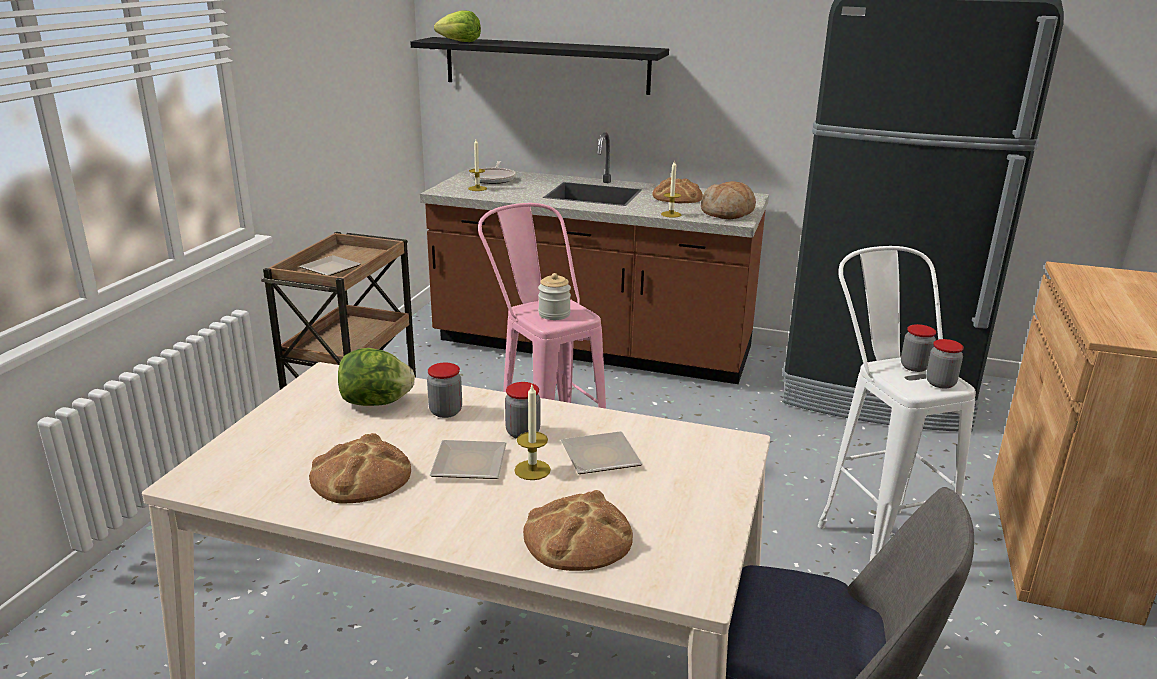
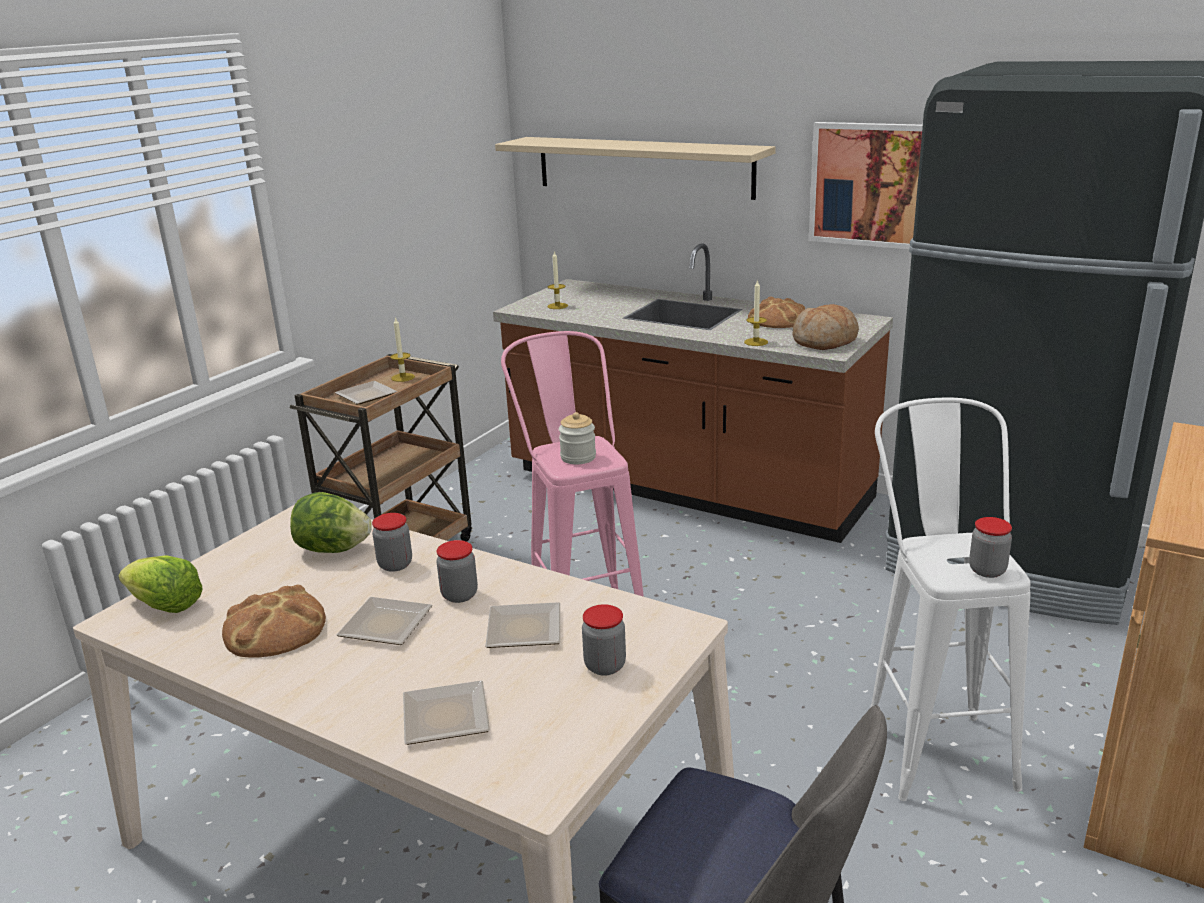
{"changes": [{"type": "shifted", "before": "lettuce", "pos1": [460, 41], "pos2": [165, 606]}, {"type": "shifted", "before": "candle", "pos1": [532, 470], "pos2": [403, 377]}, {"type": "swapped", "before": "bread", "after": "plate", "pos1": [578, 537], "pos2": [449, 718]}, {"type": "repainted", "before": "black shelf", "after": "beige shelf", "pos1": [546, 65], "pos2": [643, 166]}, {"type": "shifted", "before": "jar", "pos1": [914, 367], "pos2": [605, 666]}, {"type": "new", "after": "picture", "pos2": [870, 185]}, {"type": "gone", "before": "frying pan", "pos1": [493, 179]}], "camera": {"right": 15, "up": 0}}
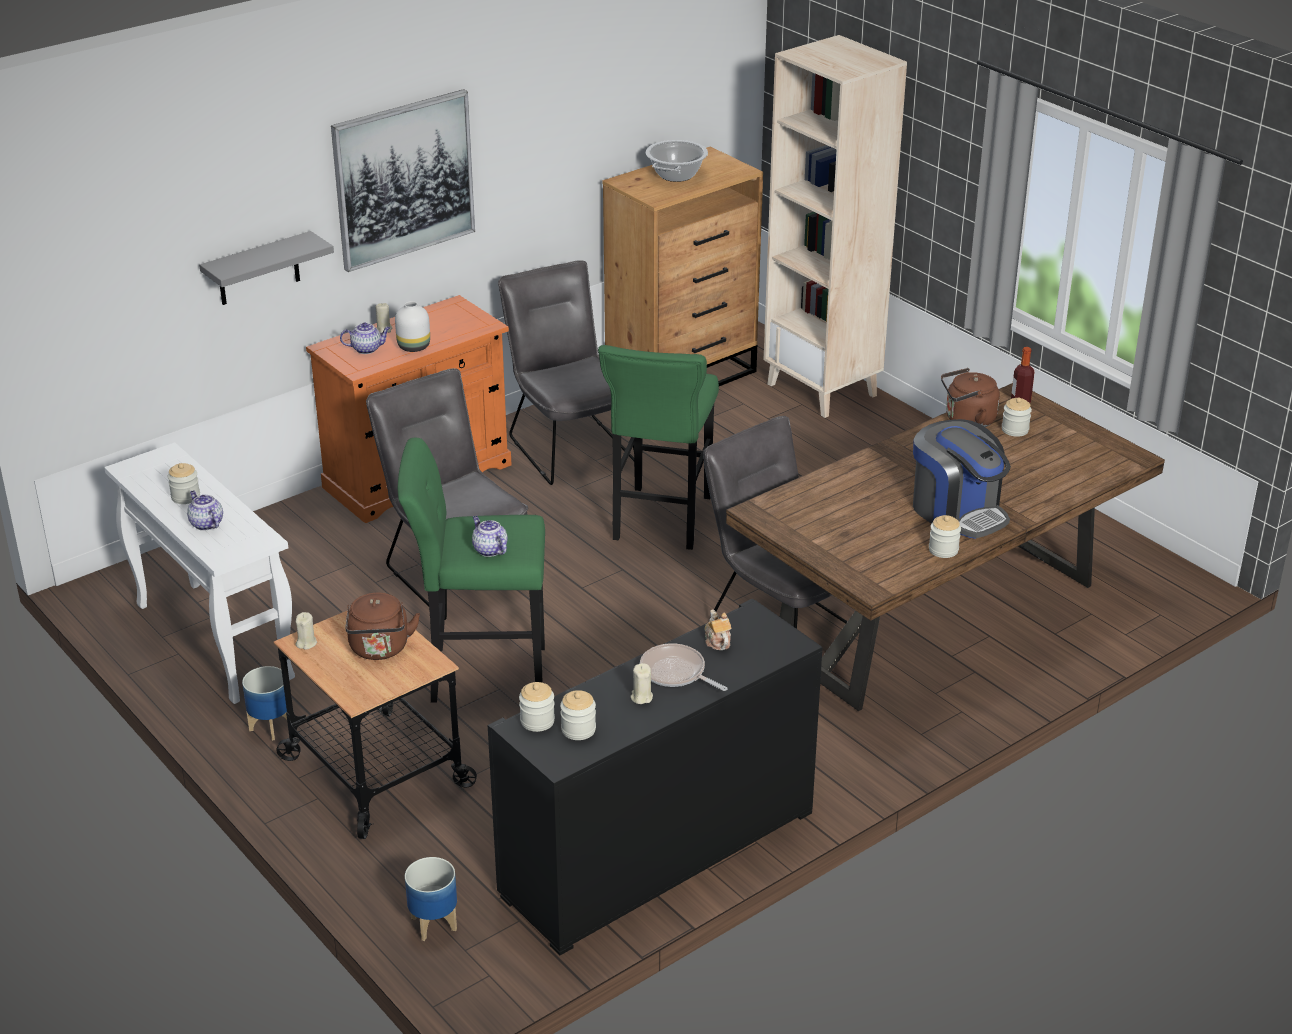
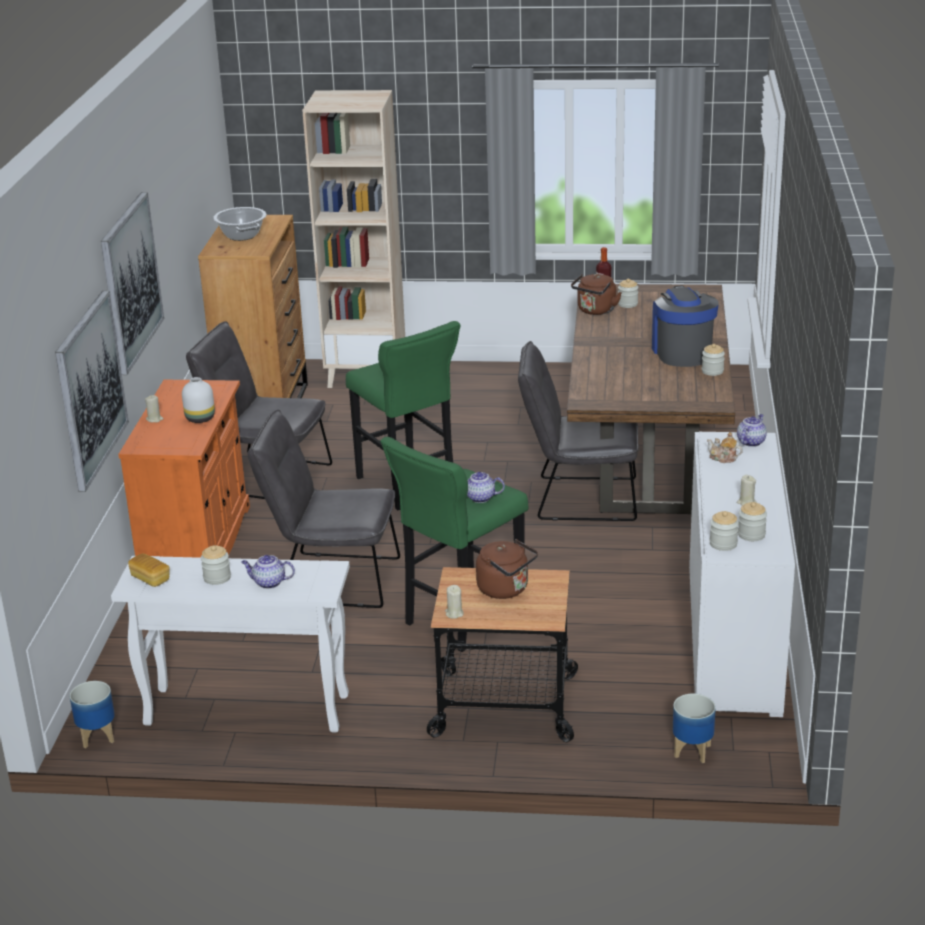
{"changes": [{"type": "swapped", "before": "grey shelf", "after": "picture", "pos1": [258, 269], "pos2": [90, 389]}, {"type": "shifted", "before": "planter", "pos1": [270, 727], "pos2": [97, 737]}, {"type": "new", "after": "bread", "pos2": [150, 578]}, {"type": "rotated", "before": "coffee machine", "pos1": [957, 512], "pos2": [682, 352], "turn": -105}, {"type": "repainted", "before": "black cabinet", "after": "white cabinet", "pos1": [658, 853], "pos2": [733, 638]}, {"type": "shifted", "before": "teapot", "pos1": [367, 349], "pos2": [751, 442]}, {"type": "gone", "before": "frying pan", "pos1": [675, 673]}], "camera": {"right": -45, "up": -5}}
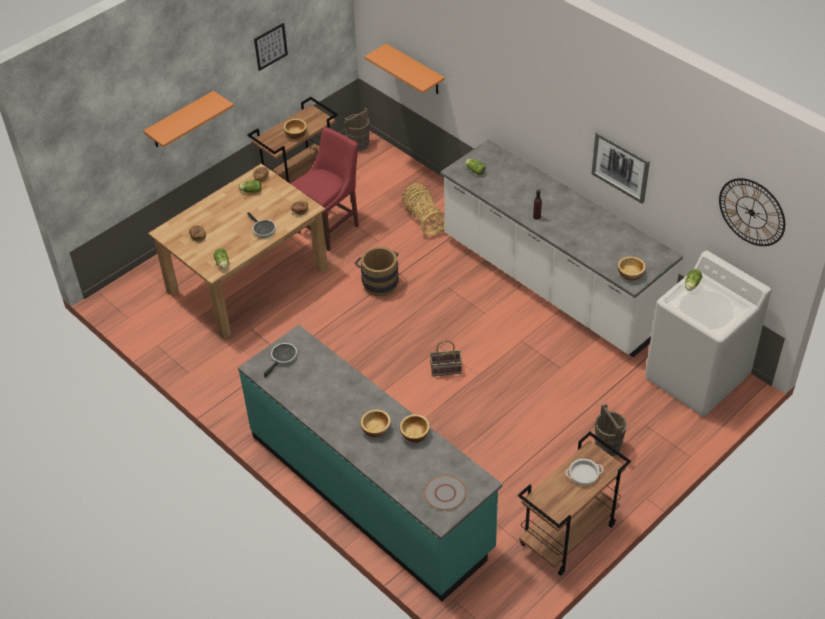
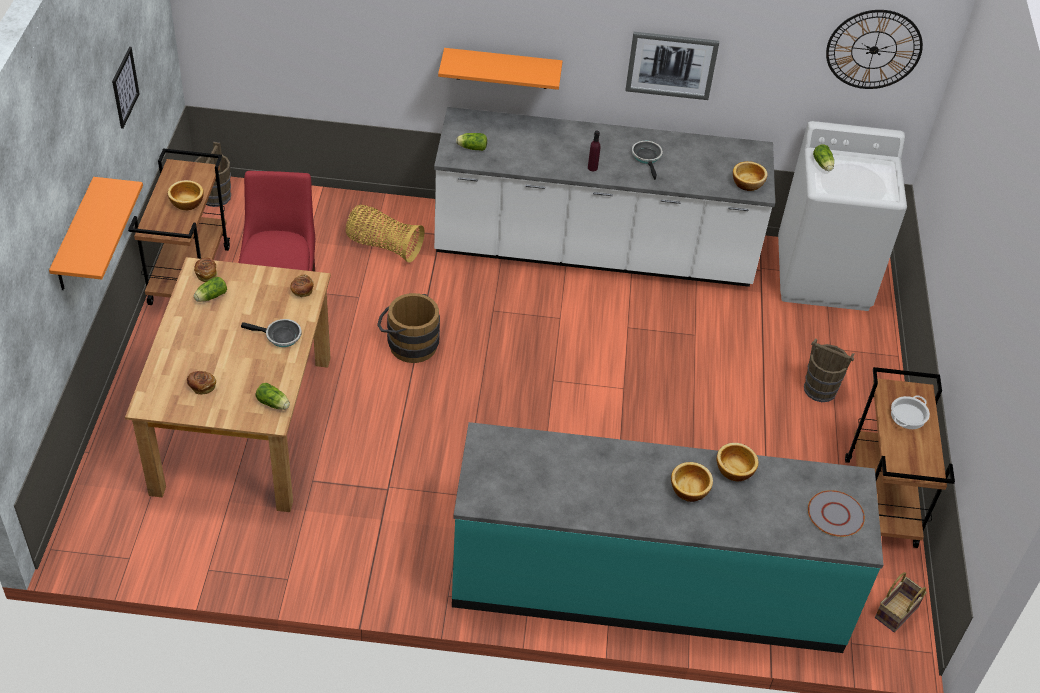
{"changes": [{"type": "shifted", "before": "orange shelf", "pos1": [415, 70], "pos2": [502, 68]}, {"type": "shifted", "before": "frying pan", "pos1": [283, 358], "pos2": [647, 158]}, {"type": "shifted", "before": "basket", "pos1": [445, 369], "pos2": [897, 613]}], "camera": {"right": -45, "up": 0}}
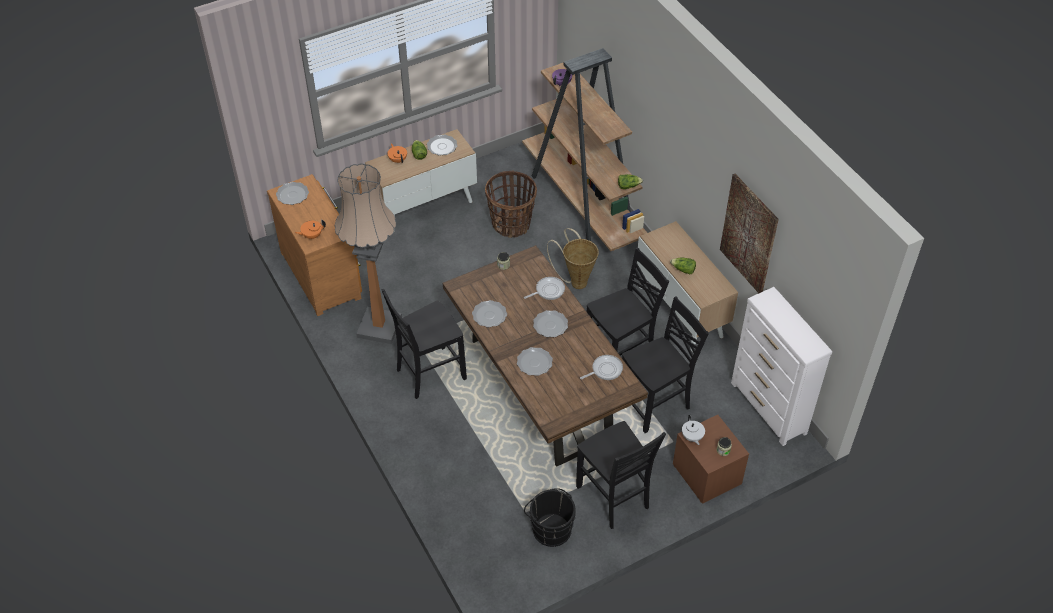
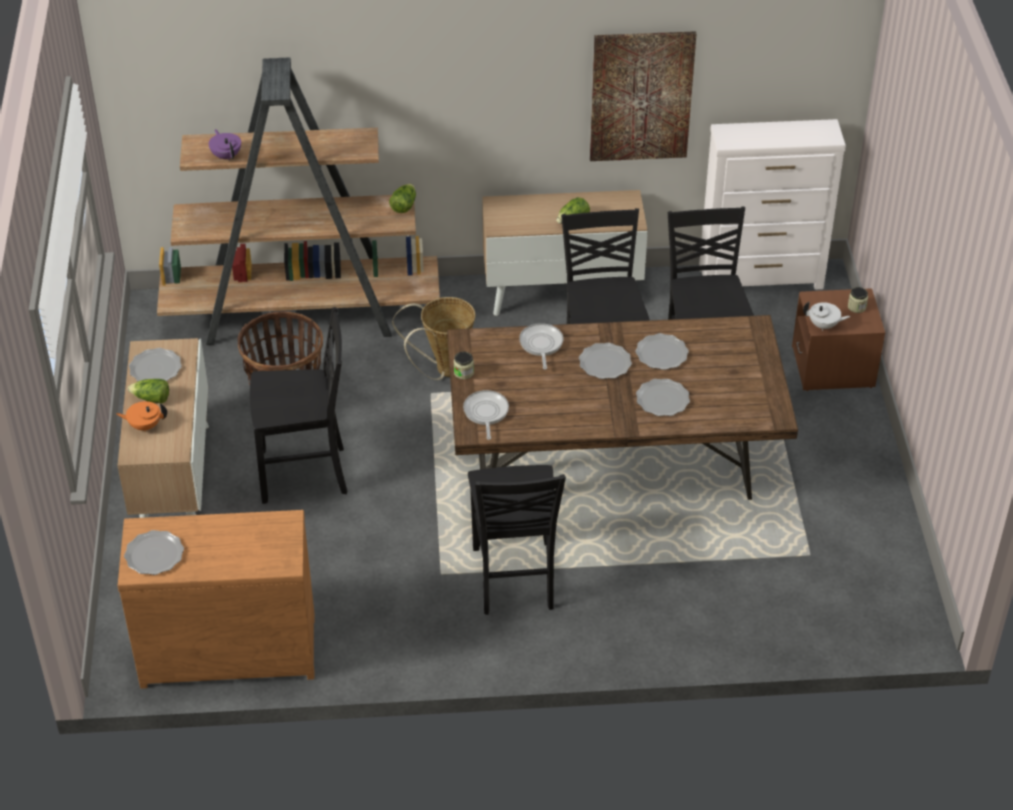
{"changes": [{"type": "shifted", "before": "black chair", "pos1": [614, 498], "pos2": [305, 474]}, {"type": "shifted", "before": "frying pan", "pos1": [605, 370], "pos2": [486, 413]}, {"type": "shifted", "before": "plate", "pos1": [489, 315], "pos2": [661, 354]}, {"type": "gone", "before": "orange teapot", "pos1": [312, 235]}, {"type": "gone", "before": "floor lamp", "pos1": [379, 327]}, {"type": "gone", "before": "black bucket", "pos1": [550, 528]}], "camera": {"right": -65, "up": -5}}
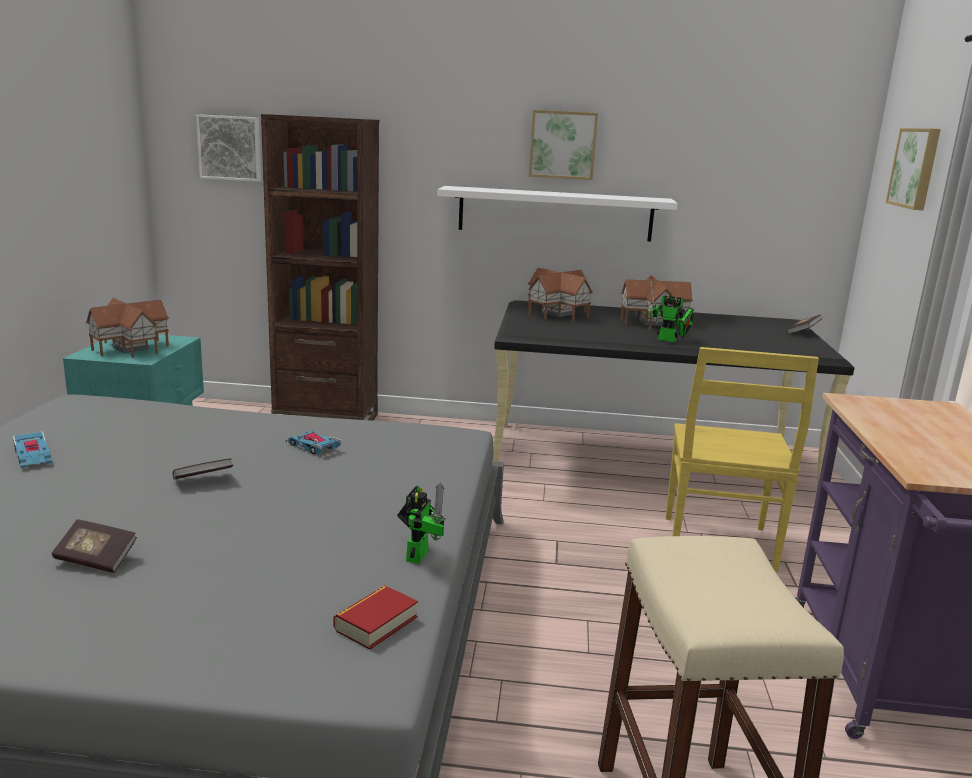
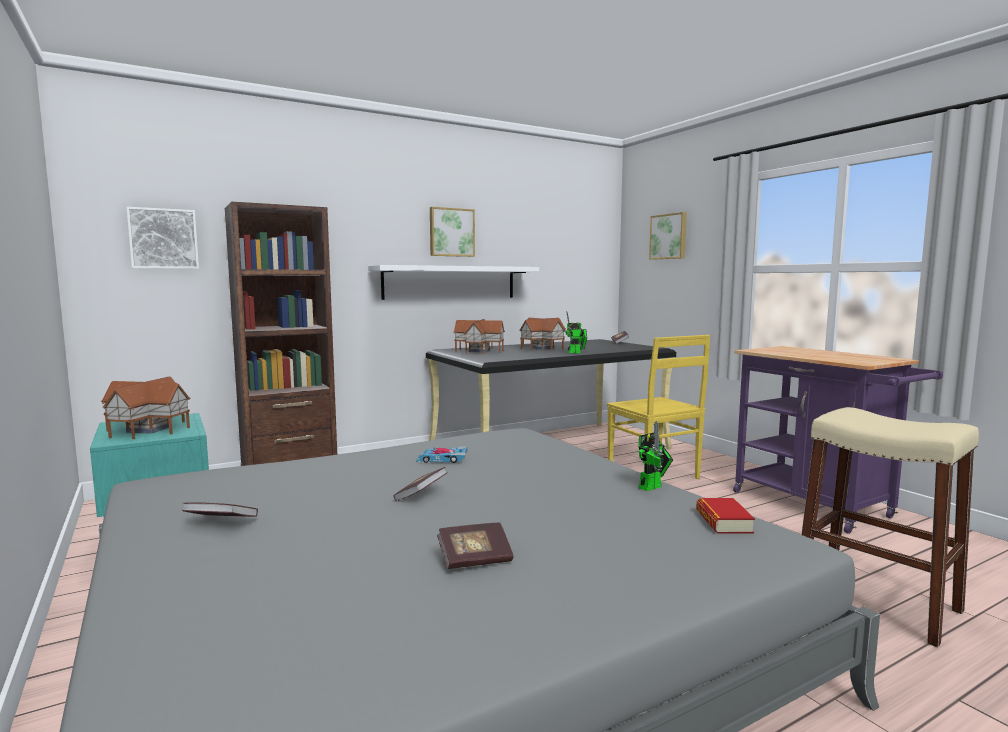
{"changes": [{"type": "swapped", "before": "toy car", "after": "book", "pos1": [33, 455], "pos2": [221, 523]}, {"type": "rotated", "before": "toy robot", "pos1": [419, 553], "pos2": [652, 486], "turn": 75}], "camera": {"right": -35, "up": -10}}
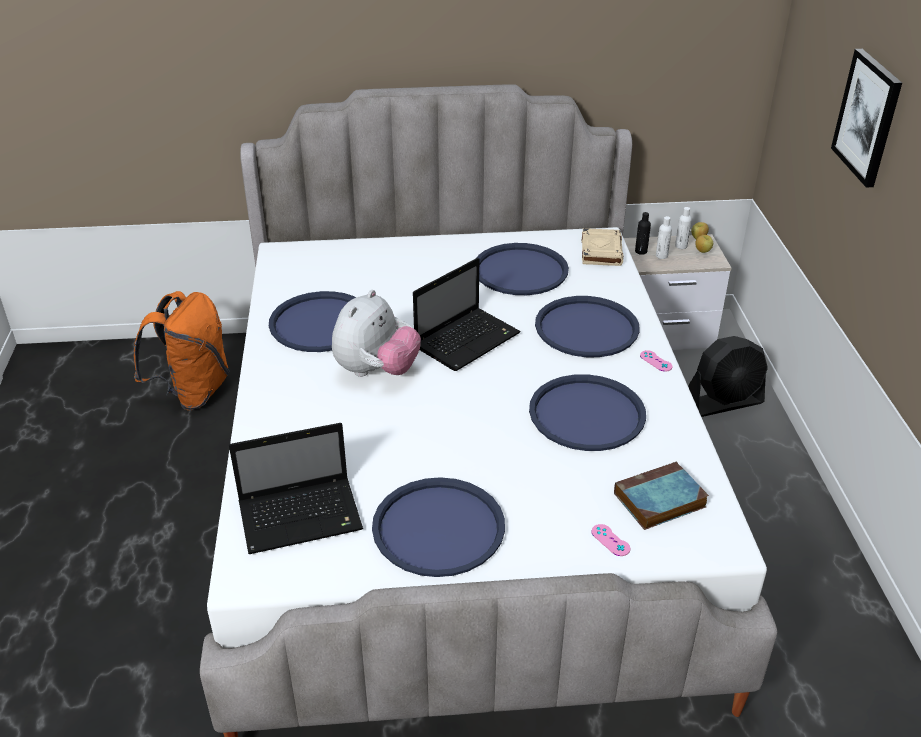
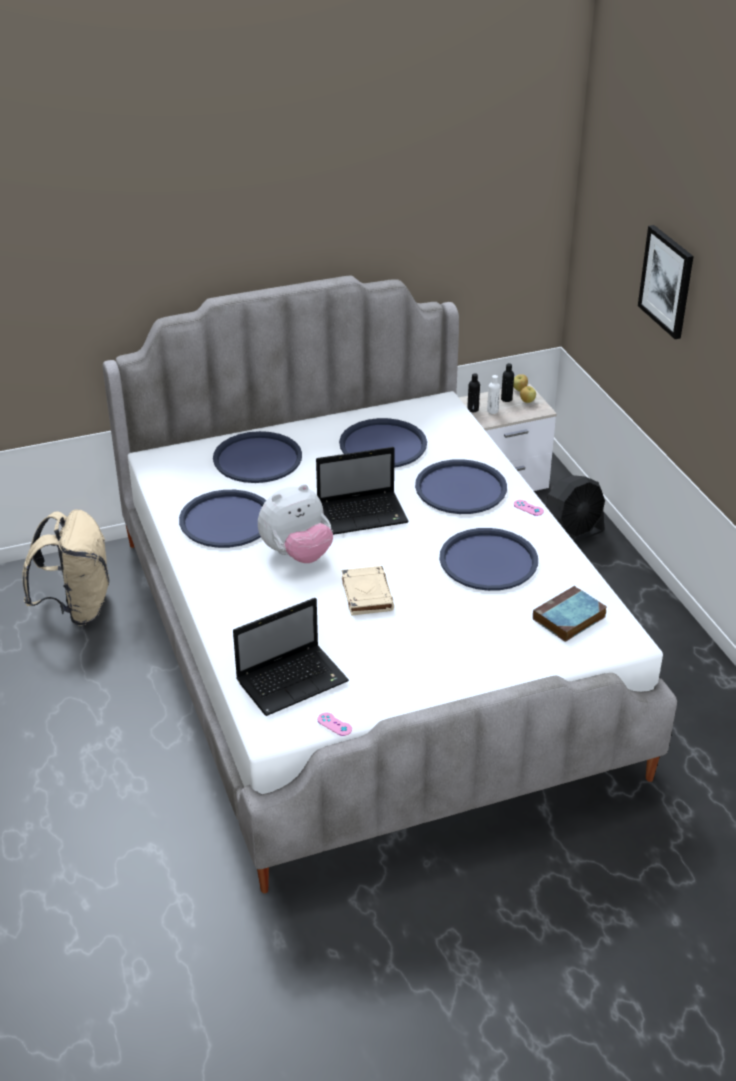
{"changes": [{"type": "repainted", "before": "orange backpack", "after": "beige backpack", "pos1": [193, 392], "pos2": [76, 608]}, {"type": "shifted", "before": "blue tray", "pos1": [438, 528], "pos2": [257, 459]}, {"type": "rotated", "before": "plush toy", "pos1": [376, 371], "pos2": [297, 554], "turn": 45}, {"type": "rotated", "before": "laptop", "pos1": [468, 339], "pos2": [364, 514], "turn": 45}, {"type": "shifted", "before": "pink game controller", "pos1": [610, 540], "pos2": [334, 724]}, {"type": "shifted", "before": "beige book", "pos1": [601, 251], "pos2": [366, 594]}, {"type": "repainted", "before": "white bottle", "after": "black bottle", "pos1": [681, 246], "pos2": [506, 399]}], "camera": {"right": -15, "up": 0}}
